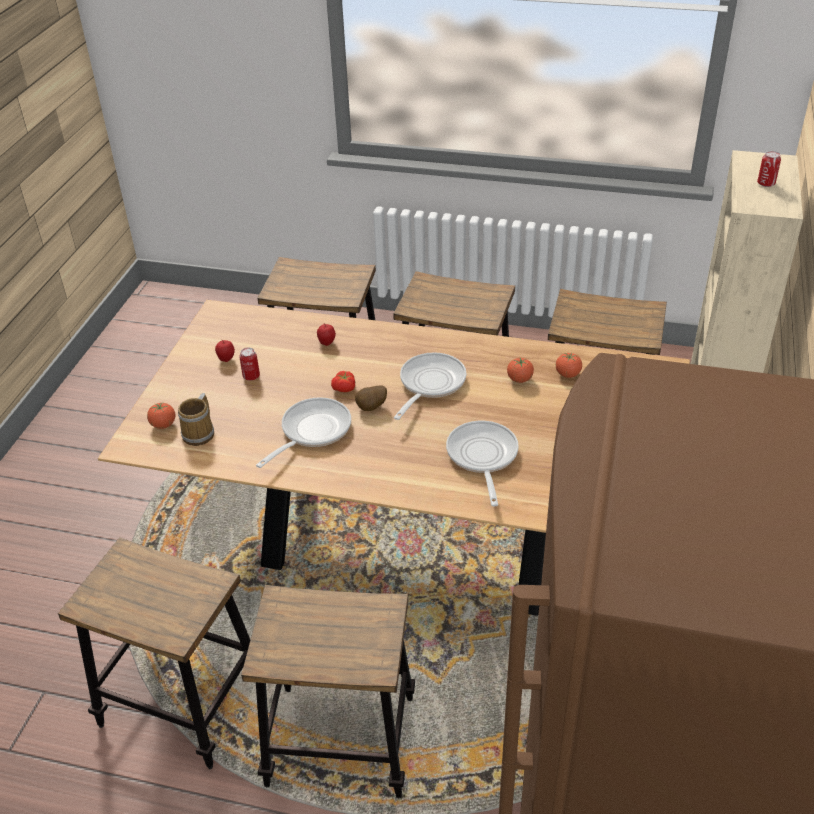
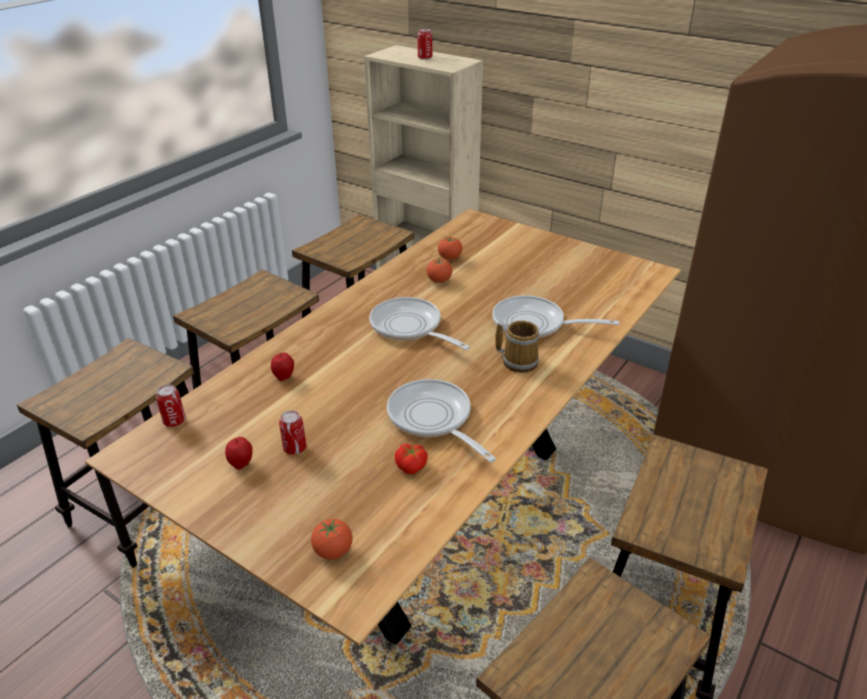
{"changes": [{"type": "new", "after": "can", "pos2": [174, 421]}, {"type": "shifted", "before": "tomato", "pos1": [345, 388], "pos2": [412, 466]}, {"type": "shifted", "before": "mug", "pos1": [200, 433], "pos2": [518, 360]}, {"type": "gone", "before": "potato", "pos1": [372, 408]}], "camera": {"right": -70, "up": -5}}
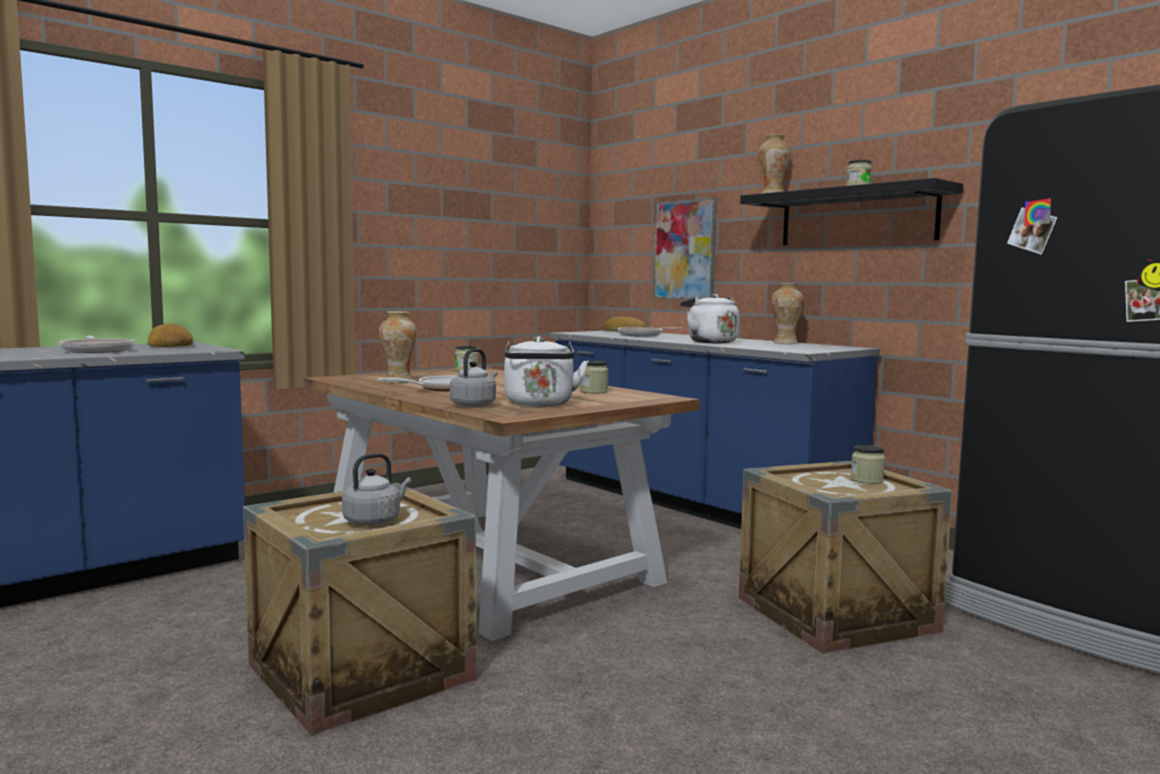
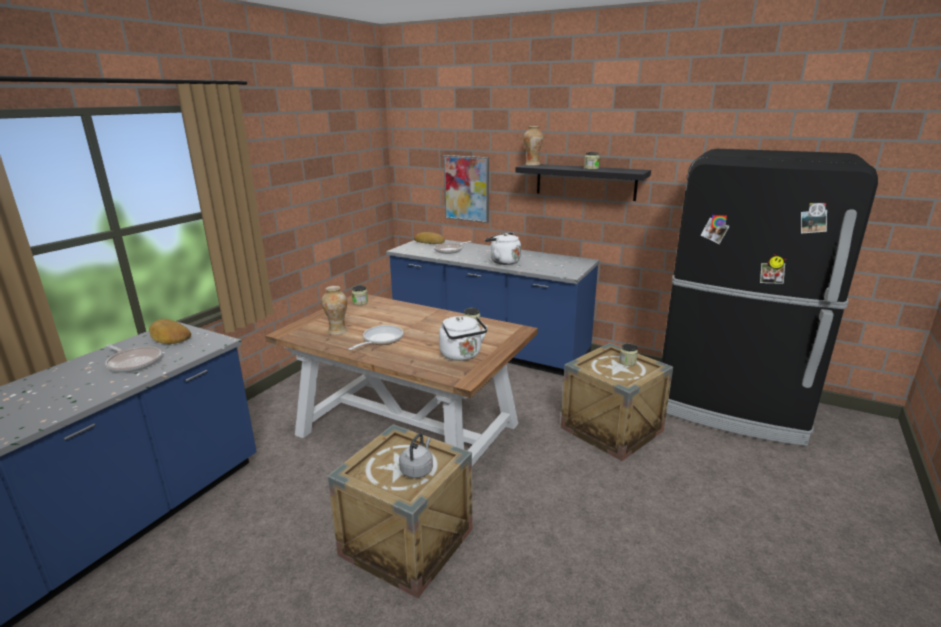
{"changes": [{"type": "gone", "before": "grey kettle", "pos1": [474, 405]}, {"type": "gone", "before": "vase", "pos1": [785, 343]}], "camera": {"right": -20, "up": 15}}
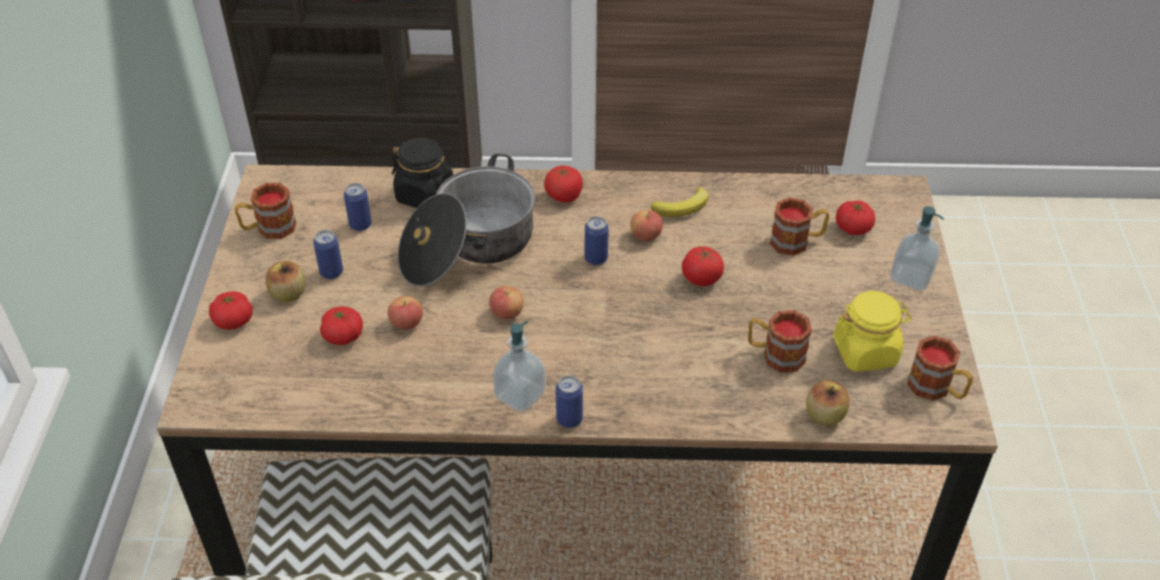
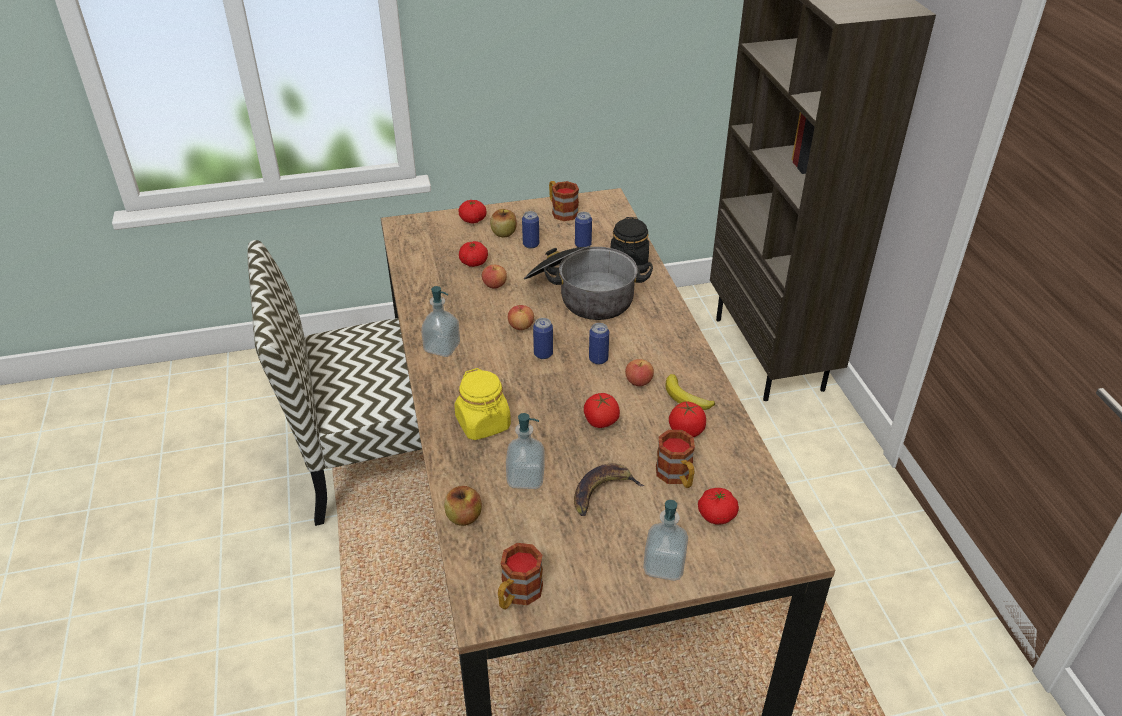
{"changes": [{"type": "shifted", "before": "yellow jar", "pos1": [865, 352], "pos2": [483, 423]}, {"type": "swapped", "before": "mug", "after": "soap dispenser", "pos1": [775, 355], "pos2": [525, 478]}, {"type": "shifted", "before": "can", "pos1": [569, 419], "pos2": [543, 354]}, {"type": "new", "after": "banana", "pos2": [602, 492]}, {"type": "shifted", "before": "tomato", "pos1": [564, 196], "pos2": [686, 430]}], "camera": {"right": 75, "up": -5}}
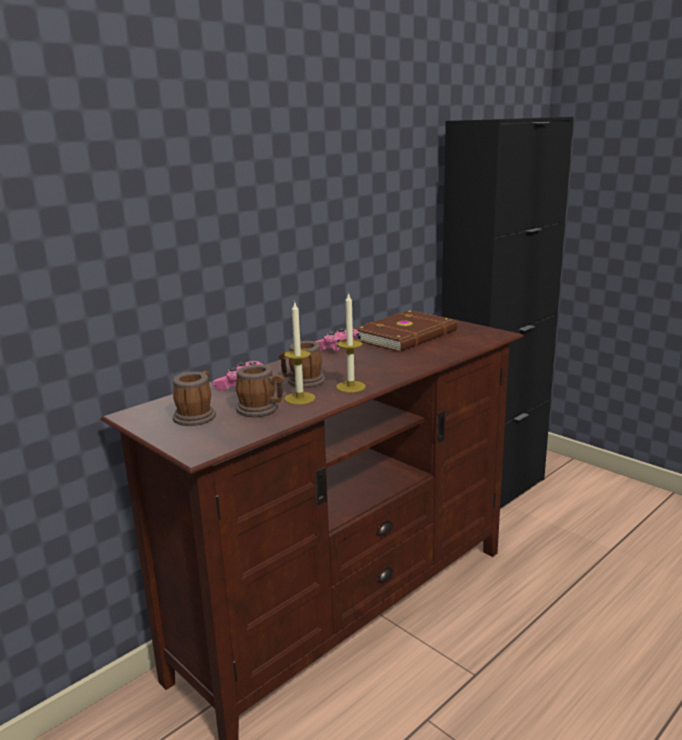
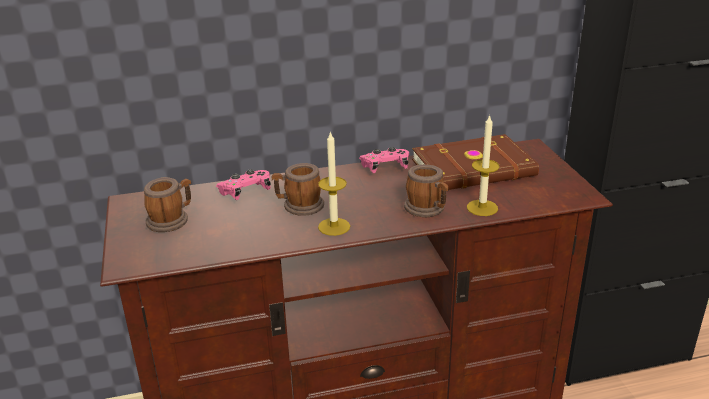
{"changes": [{"type": "shifted", "before": "mug", "pos1": [262, 409], "pos2": [428, 209]}, {"type": "shifted", "before": "candle", "pos1": [299, 398], "pos2": [482, 208]}], "camera": {"right": 30, "up": 10}}
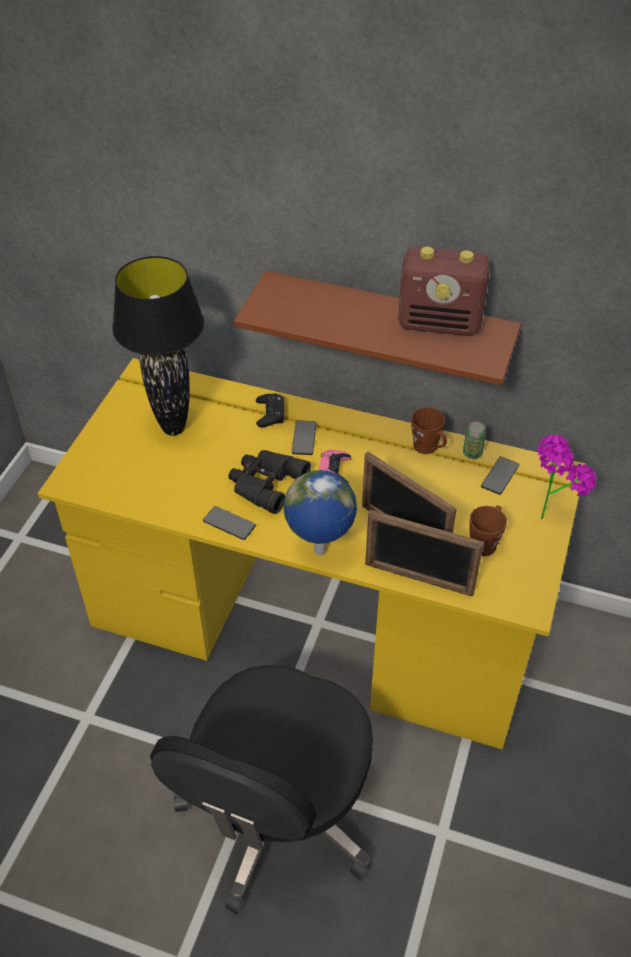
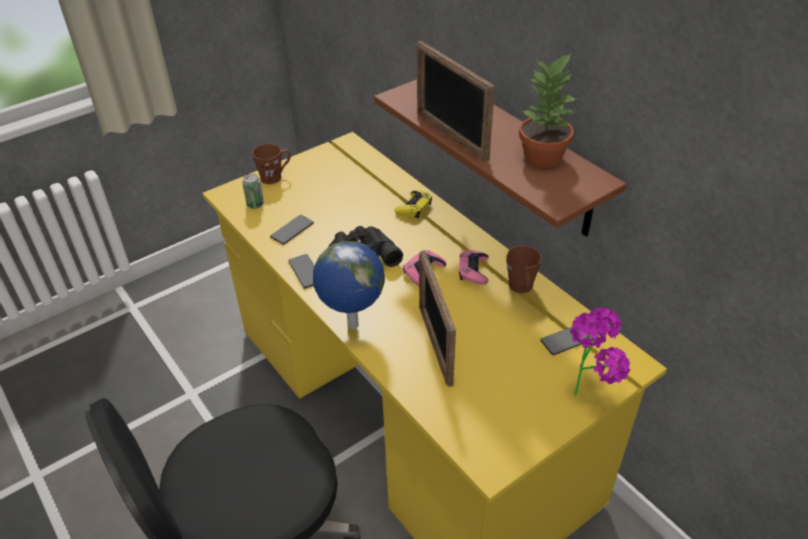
{"changes": [{"type": "shifted", "before": "can", "pos1": [472, 453], "pos2": [255, 204]}, {"type": "shifted", "before": "brown mug", "pos1": [485, 542], "pos2": [275, 177]}, {"type": "shifted", "before": "phone", "pos1": [304, 438], "pos2": [292, 230]}, {"type": "repainted", "before": "black game controller", "after": "yellow game controller", "pos1": [270, 413], "pos2": [414, 207]}, {"type": "shifted", "before": "picture frame", "pos1": [418, 579], "pos2": [451, 136]}, {"type": "new", "after": "pink game controller", "pos2": [473, 270]}, {"type": "swapped", "before": "radio", "after": "potted plant", "pos1": [440, 324], "pos2": [544, 157]}, {"type": "gone", "before": "black table lamp", "pos1": [173, 428]}], "camera": {"right": 35, "up": -5}}
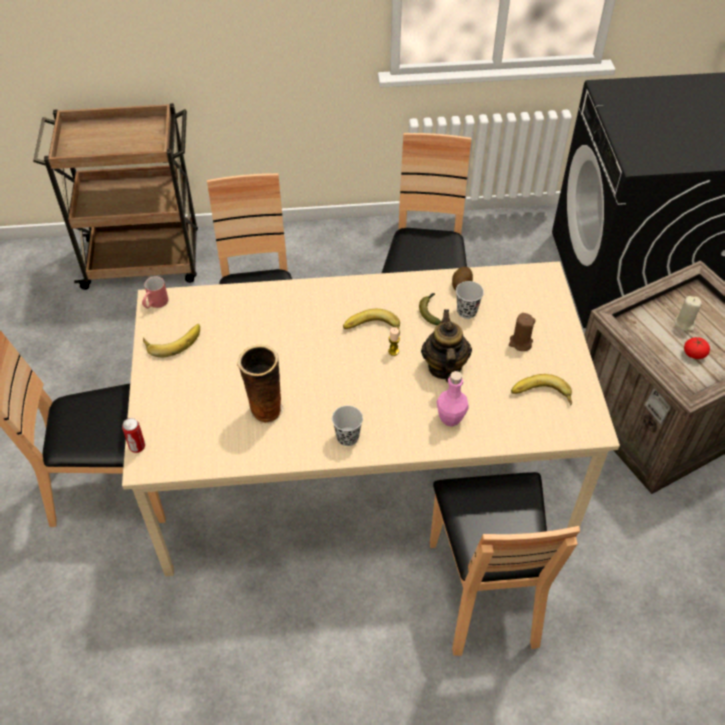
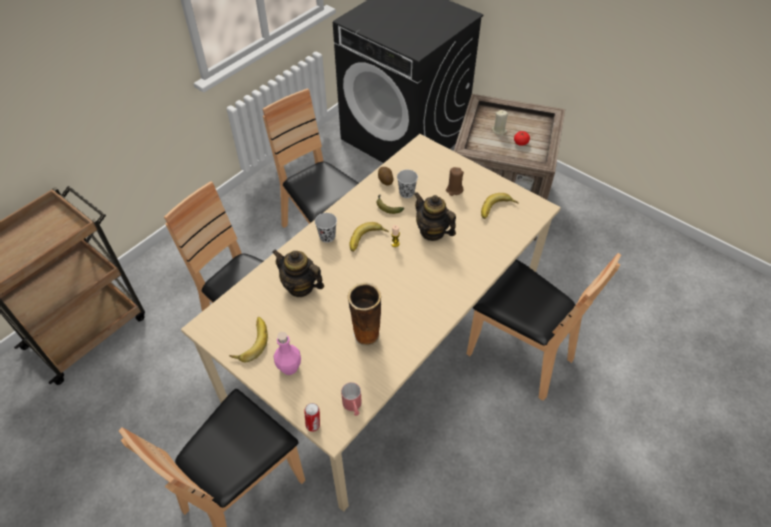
{"changes": [{"type": "new", "after": "teapot", "pos2": [300, 286]}, {"type": "shifted", "before": "pink bottle", "pos1": [450, 418], "pos2": [289, 367]}, {"type": "shifted", "before": "black cup", "pos1": [347, 437], "pos2": [327, 237]}, {"type": "shifted", "before": "red mug", "pos1": [155, 304], "pos2": [353, 407]}], "camera": {"right": -45, "up": 0}}
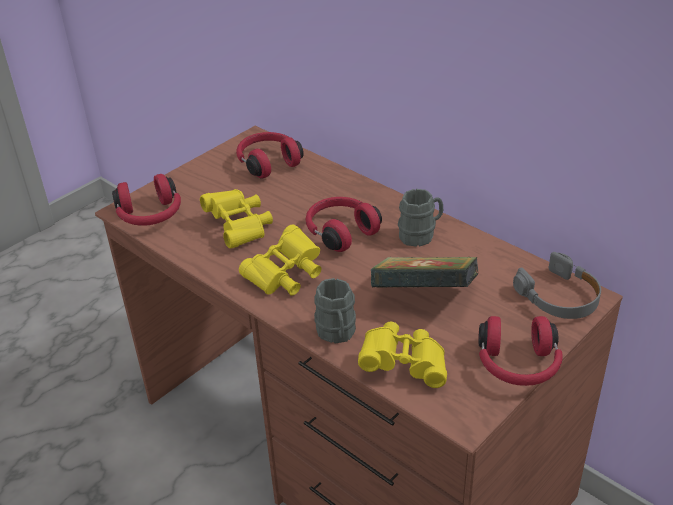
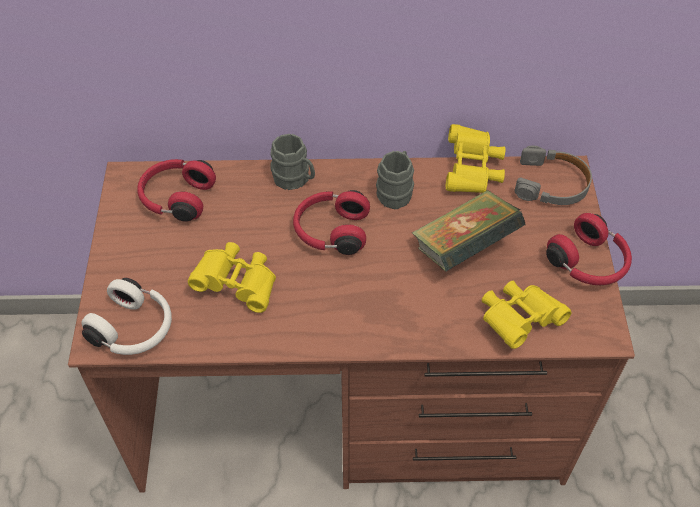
{"changes": [{"type": "repainted", "before": "red headphones", "after": "white headphones", "pos1": [150, 216], "pos2": [134, 329]}, {"type": "shifted", "before": "grey mug", "pos1": [337, 333], "pos2": [295, 179]}, {"type": "shifted", "before": "yellow binoculars", "pos1": [285, 276], "pos2": [472, 171]}], "camera": {"right": -45, "up": 15}}
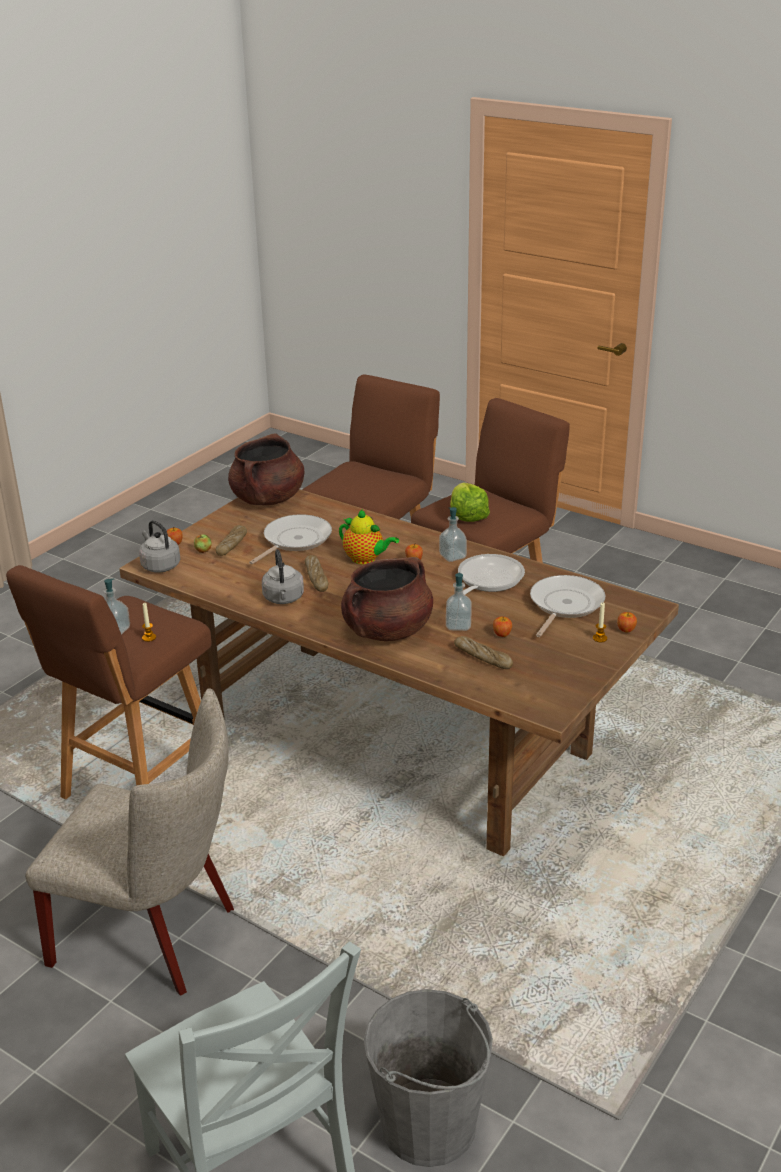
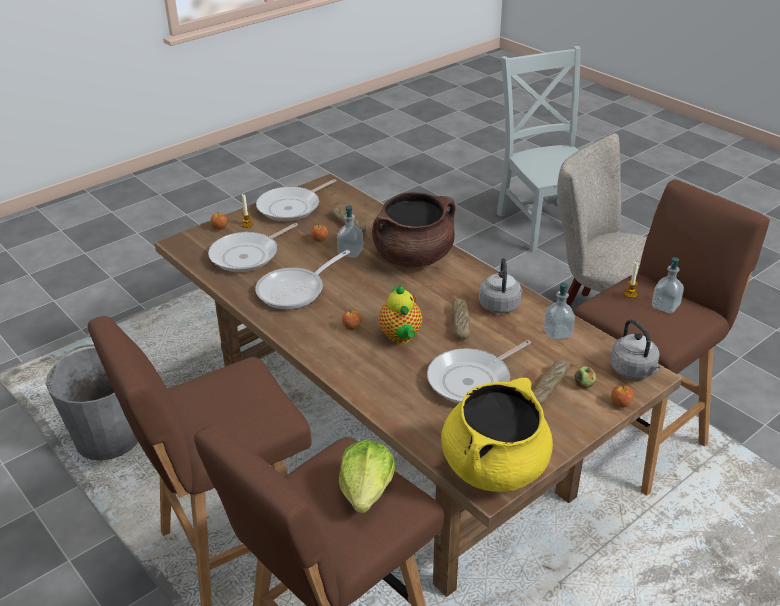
{"changes": [{"type": "shifted", "before": "grey bucket", "pos1": [429, 1125], "pos2": [108, 437]}, {"type": "new", "after": "frying pan", "pos2": [292, 207]}, {"type": "shifted", "before": "lettuce", "pos1": [467, 515], "pos2": [366, 490]}, {"type": "rotated", "before": "teapot", "pos1": [366, 559], "pos2": [401, 337], "turn": -150}, {"type": "repainted", "before": "brown cooking pot", "after": "yellow cooking pot", "pos1": [268, 499], "pos2": [494, 466]}, {"type": "shifted", "before": "soap dispenser", "pos1": [452, 556], "pos2": [557, 333]}], "camera": {"right": -165, "up": 5}}
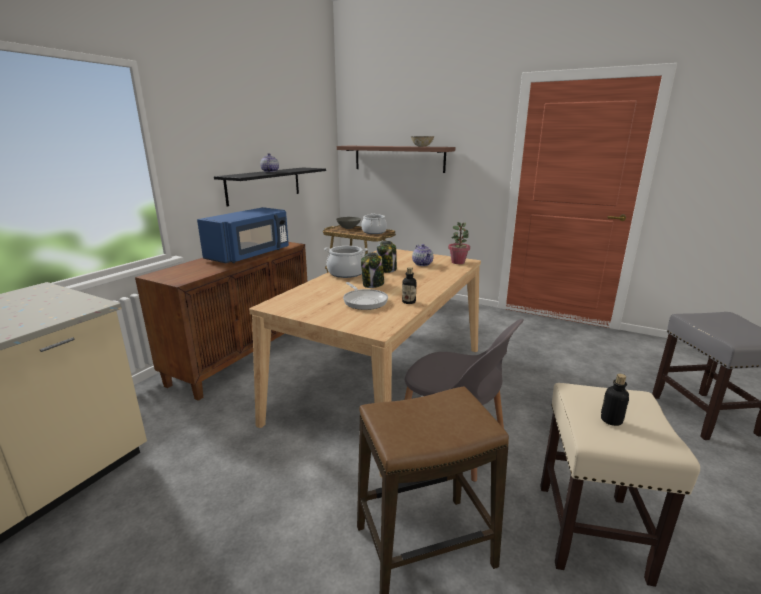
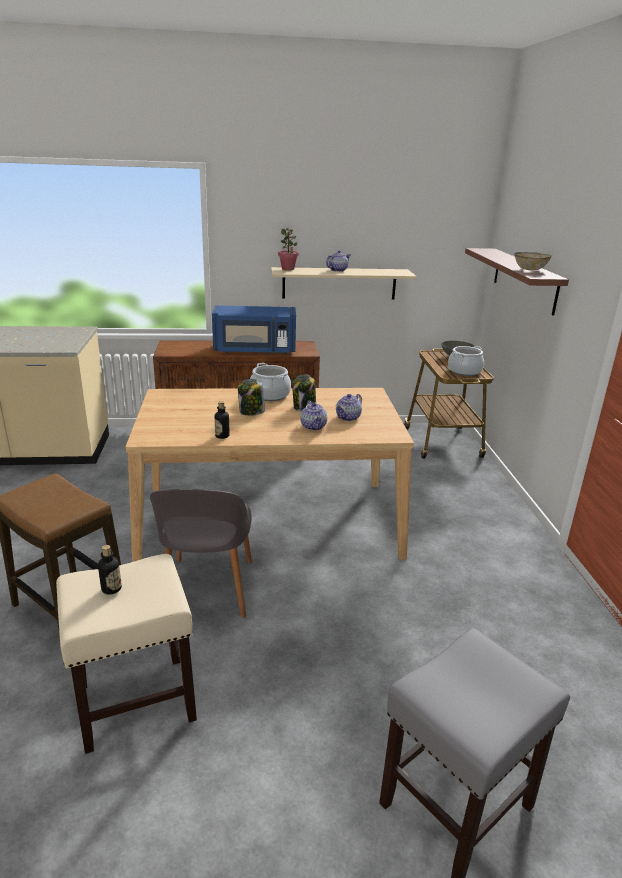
{"changes": [{"type": "repainted", "before": "black shelf", "after": "beige shelf", "pos1": [264, 185], "pos2": [339, 283]}, {"type": "shifted", "before": "potted plant", "pos1": [458, 262], "pos2": [288, 269]}, {"type": "new", "after": "teapot", "pos2": [314, 427]}, {"type": "gone", "before": "frying pan", "pos1": [364, 301]}], "camera": {"right": 55, "up": 5}}
